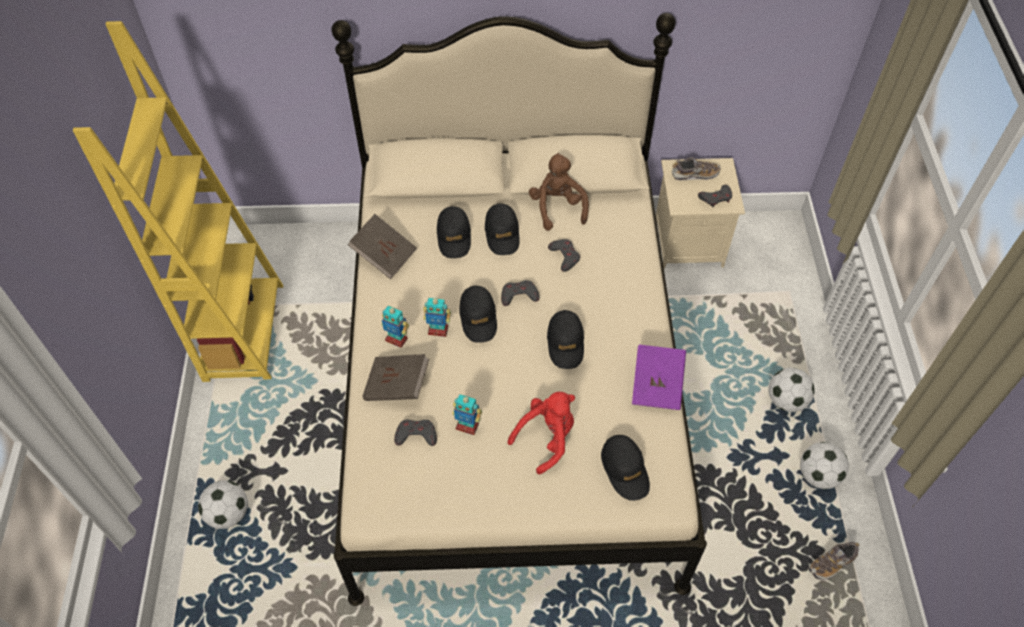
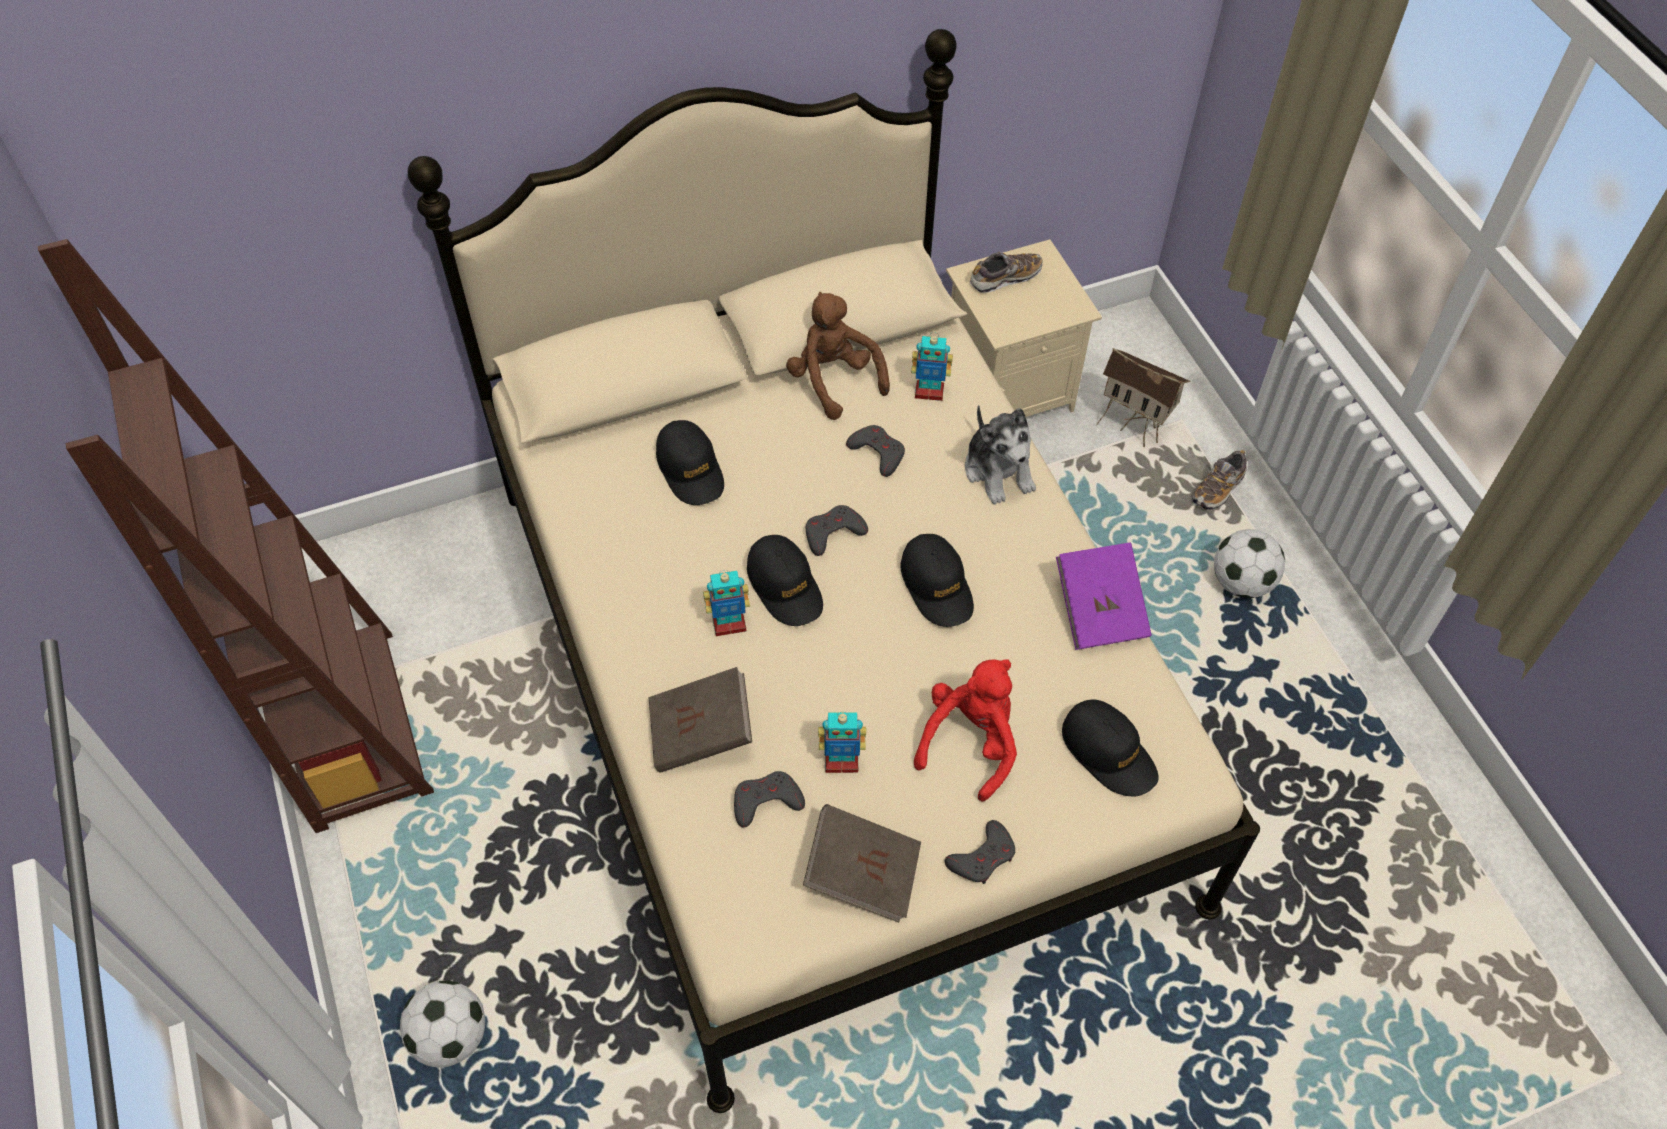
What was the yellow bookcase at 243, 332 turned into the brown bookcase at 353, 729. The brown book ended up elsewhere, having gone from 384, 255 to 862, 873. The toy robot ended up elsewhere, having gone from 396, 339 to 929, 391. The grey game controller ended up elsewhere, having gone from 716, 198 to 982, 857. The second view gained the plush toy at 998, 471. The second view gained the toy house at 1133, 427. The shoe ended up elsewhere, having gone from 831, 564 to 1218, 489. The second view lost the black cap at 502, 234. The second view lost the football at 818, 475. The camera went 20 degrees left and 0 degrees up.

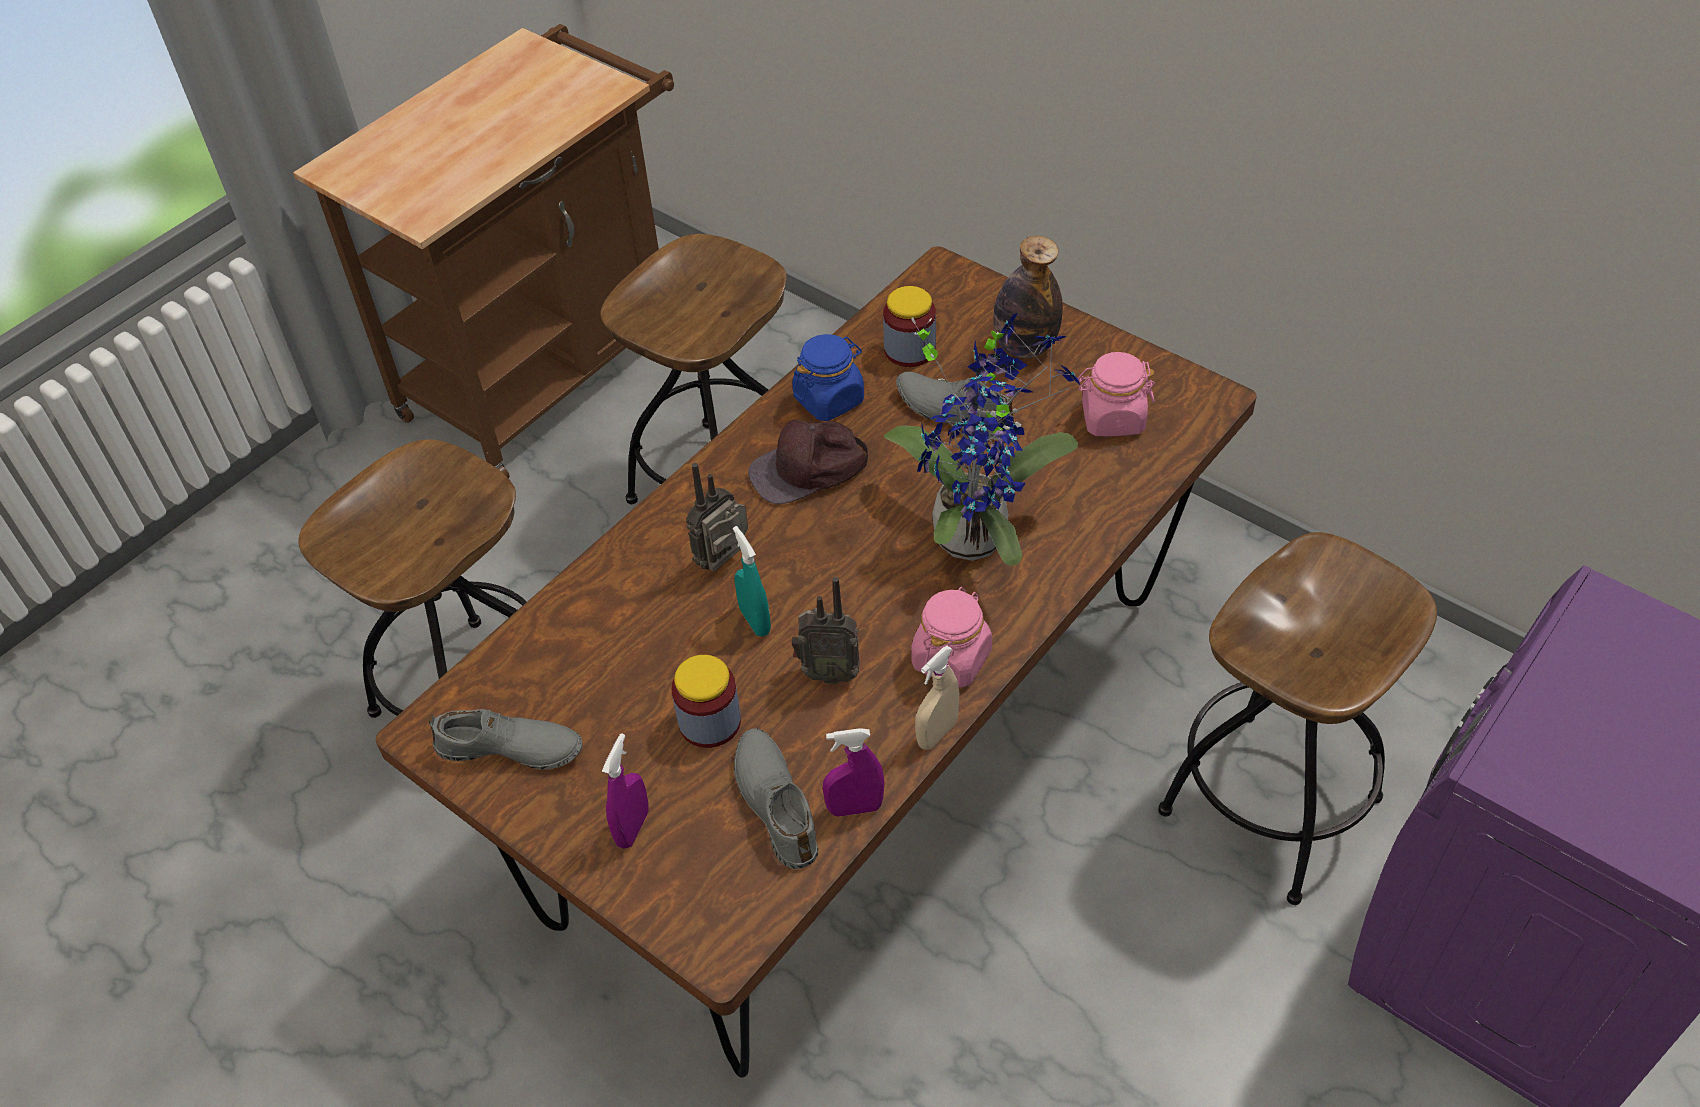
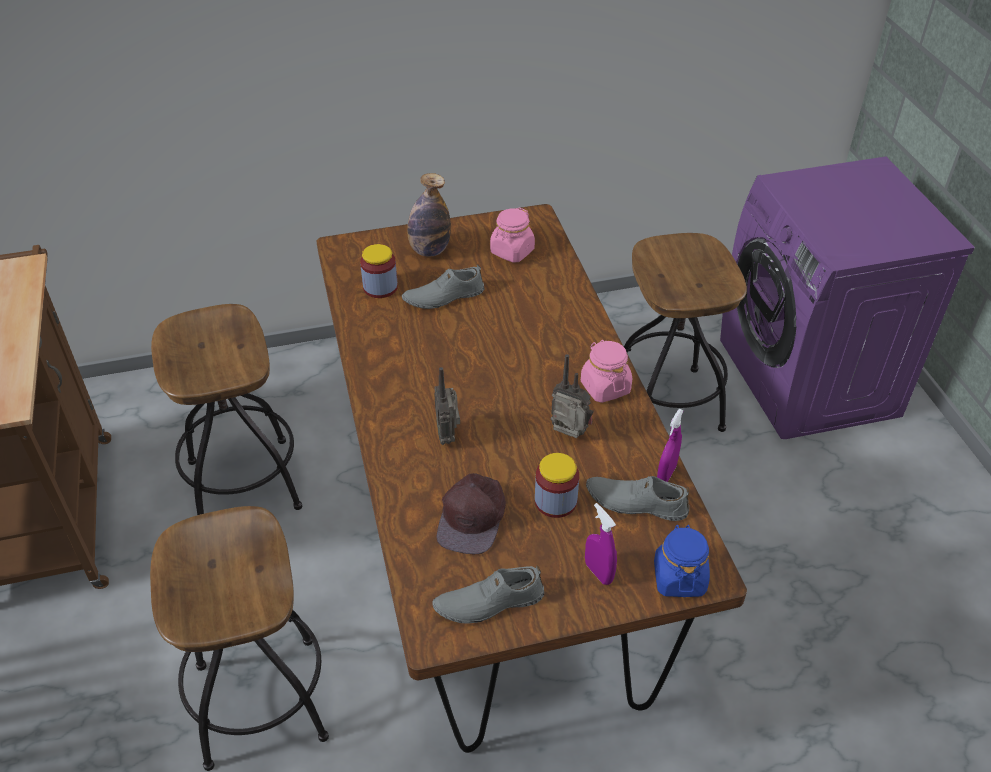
The grey shoe at 510, 750 ended up facing another way, 150 degrees counterclockwise from before. The brown cap ended up elsewhere, having gone from 809, 470 to 473, 517. The radio at 828, 672 ended up facing another way, 105 degrees counterclockwise from before. The blue jar ended up elsewhere, having gone from 829, 399 to 679, 578. The second view lost the turquoise spray bottle at 755, 621. The second view lost the potted plant at 976, 531. The second view lost the beige spray bottle at 937, 734. The camera went 55 degrees left and 5 degrees down.

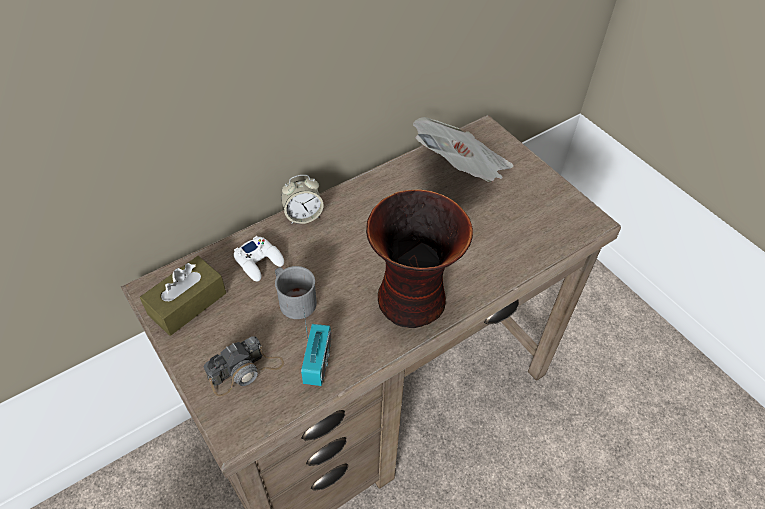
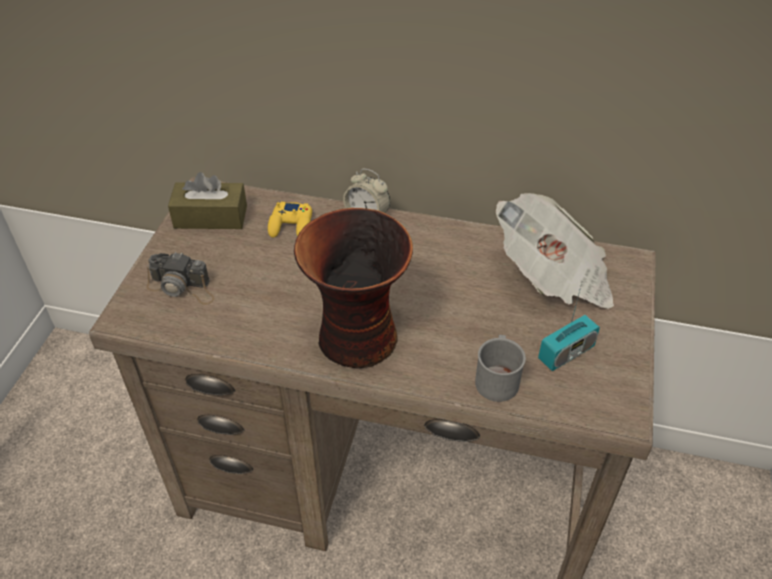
What was the white game controller at 259, 262 turned into the yellow game controller at 291, 225. The grey mug ended up elsewhere, having gone from 294, 300 to 497, 378. The radio ended up elsewhere, having gone from 317, 362 to 566, 353. The camera went 50 degrees right and 5 degrees down.

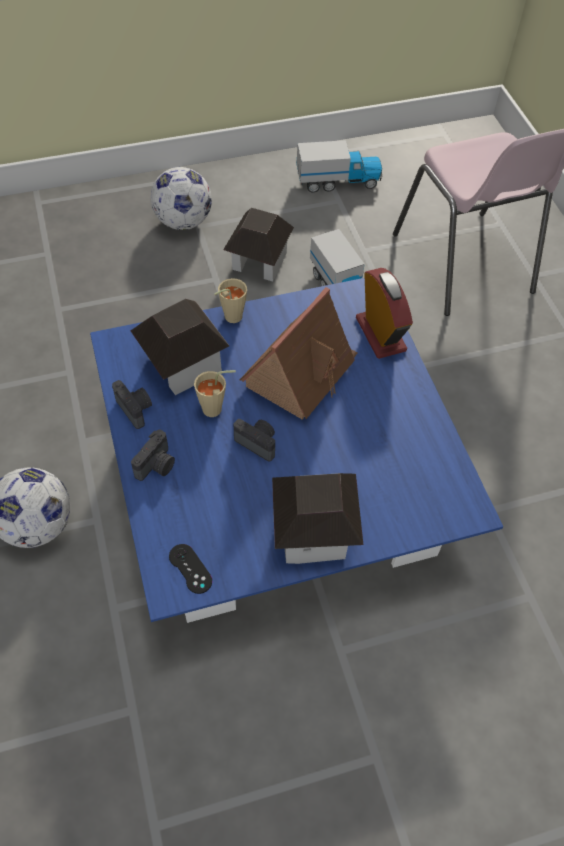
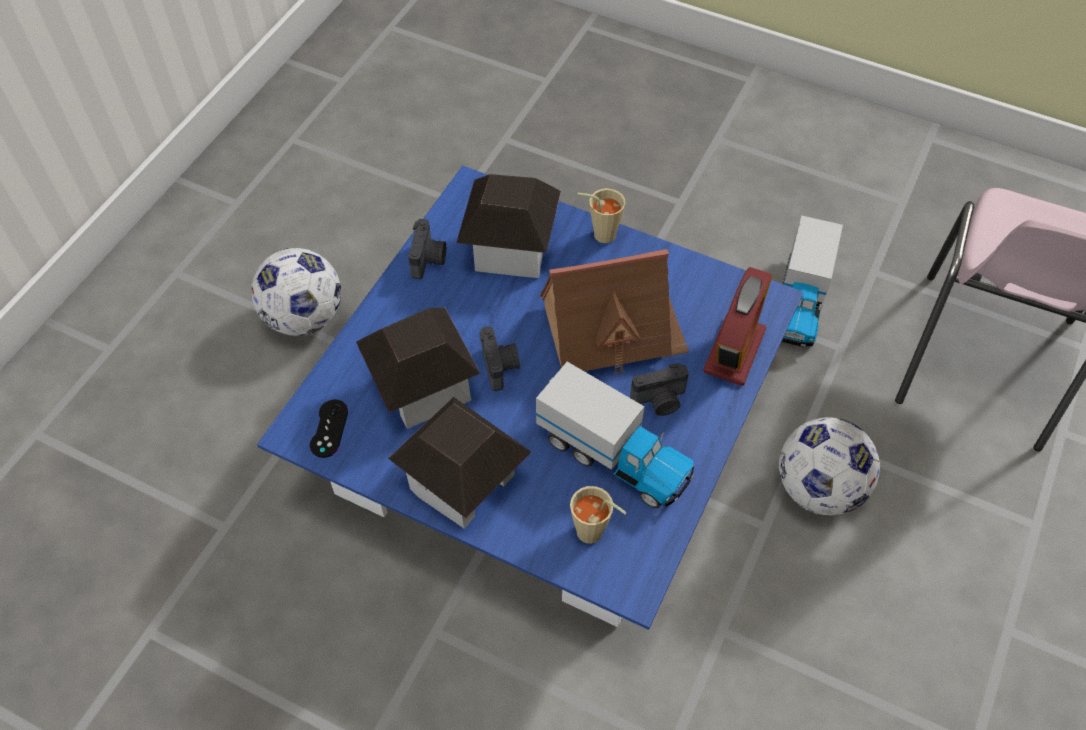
The toy house ended up elsewhere, having gone from 259, 262 to 422, 387. The toy truck ended up elsewhere, having gone from 338, 181 to 614, 456. The beige cup ended up elsewhere, having gone from 216, 409 to 594, 535. The photo camera ended up elsewhere, having gone from 157, 466 to 660, 401. The football ended up elsewhere, having gone from 183, 222 to 819, 489. The camera went 45 degrees right and 0 degrees up.

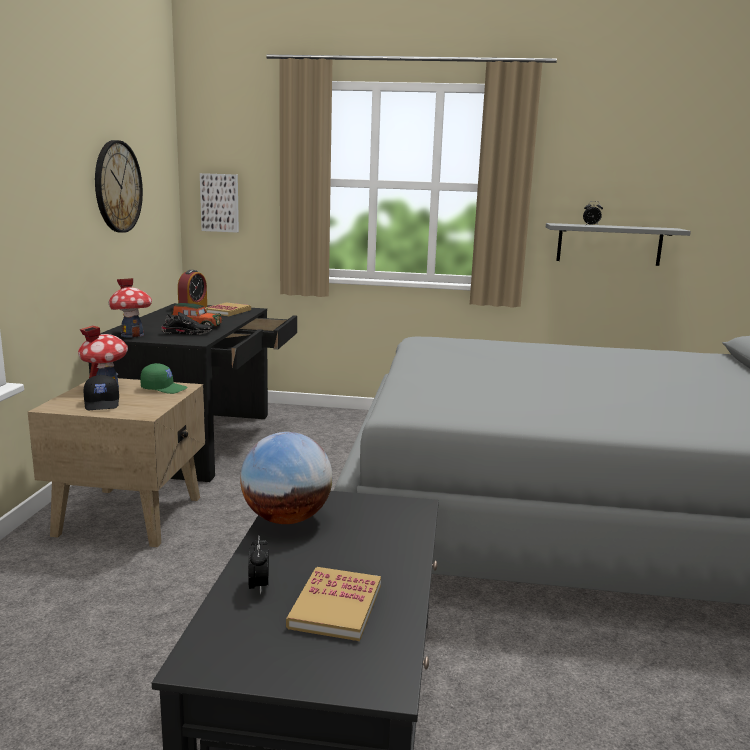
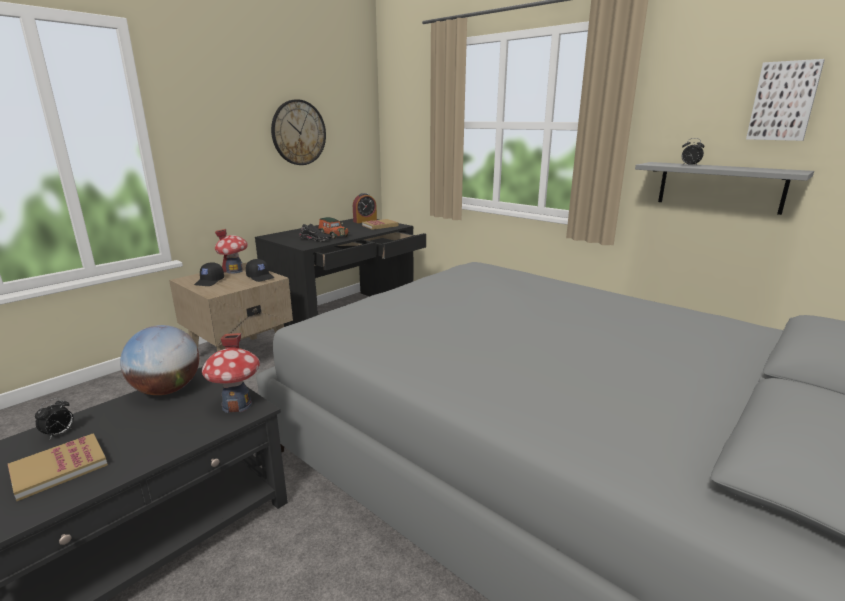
The toy house ended up elsewhere, having gone from 132, 335 to 237, 405. What was the green cap at 164, 388 turned into the black cap at 261, 277. The picture ended up elsewhere, having gone from 220, 202 to 783, 101. The camera went 35 degrees right and 5 degrees up.

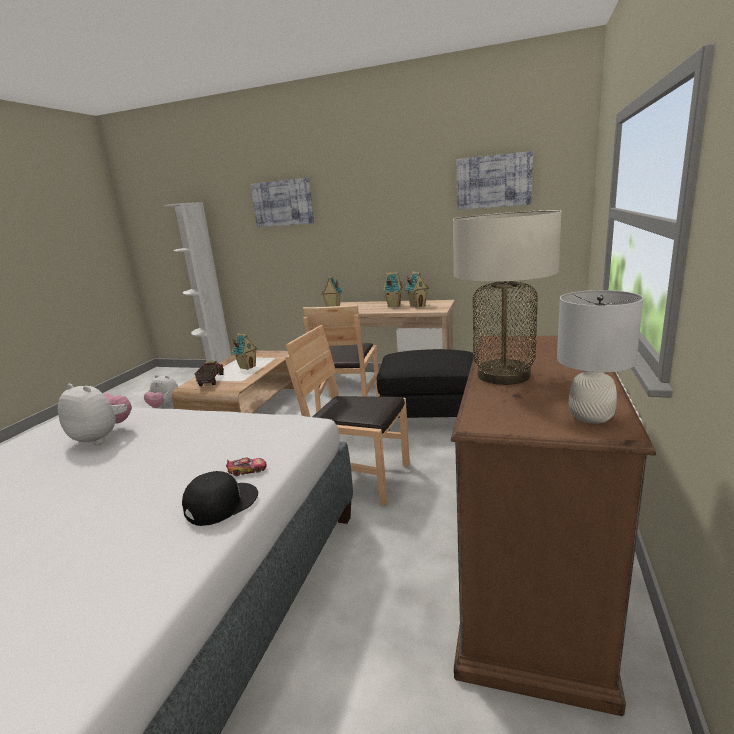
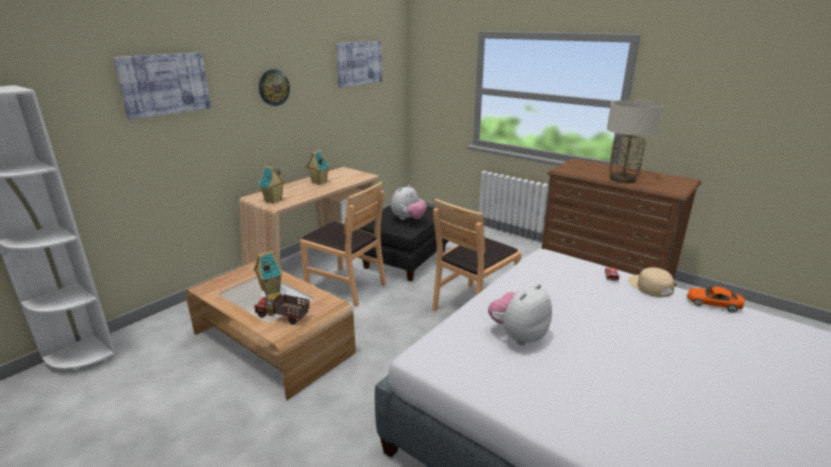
The second view gained the wall clock at 273, 87. The plush toy ended up elsewhere, having gone from 165, 406 to 408, 219. What was the black cap at 220, 503 turned into the beige cap at 649, 286. The second view gained the orange toy car at 713, 303. The second view lost the toy house at 417, 305. The second view lost the grey table lamp at 590, 417. The camera went 70 degrees left and 5 degrees up.

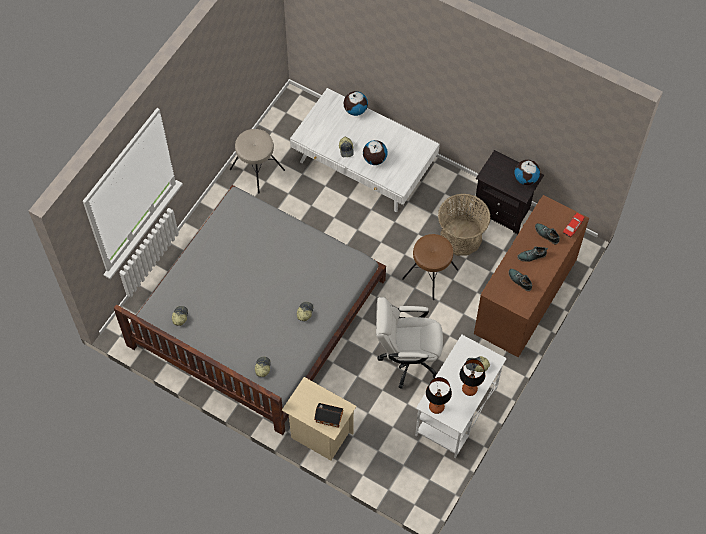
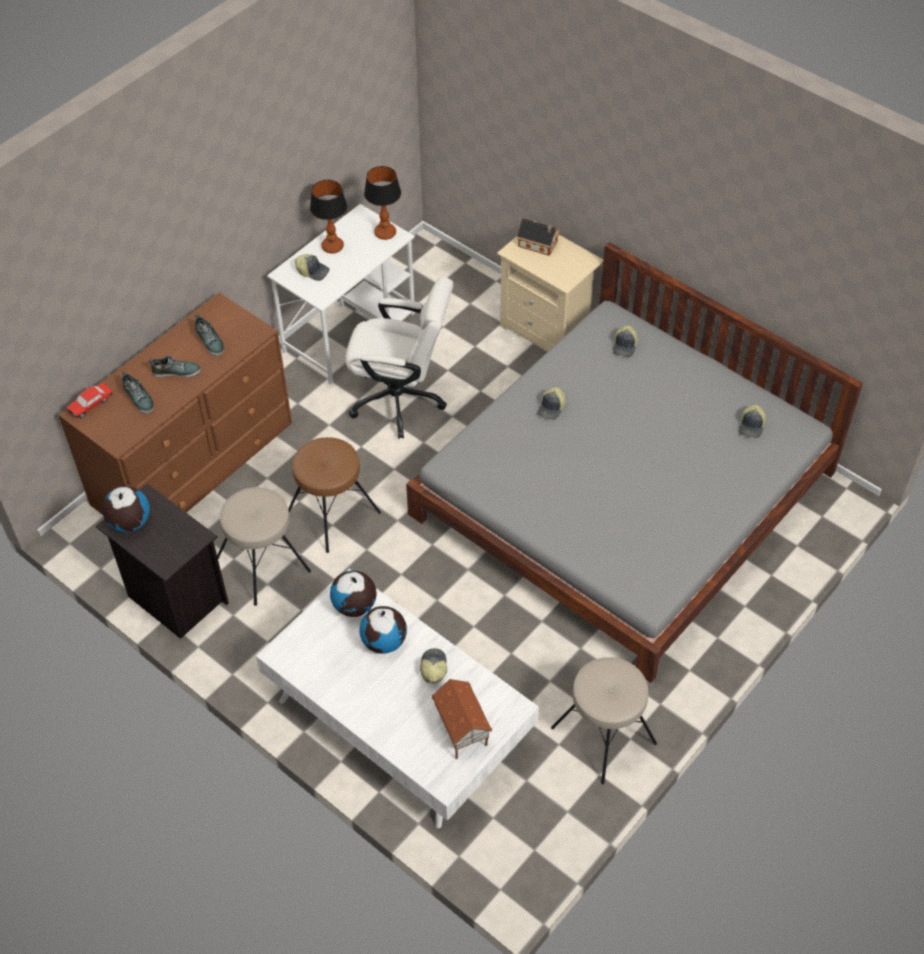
Where the basket stood at 461, 237, the beige stool came to stand at 264, 563. The globe ended up elsewhere, having gone from 355, 110 to 355, 606. The second view gained the toy house at 460, 730. The camera went 170 degrees left and 10 degrees down.

